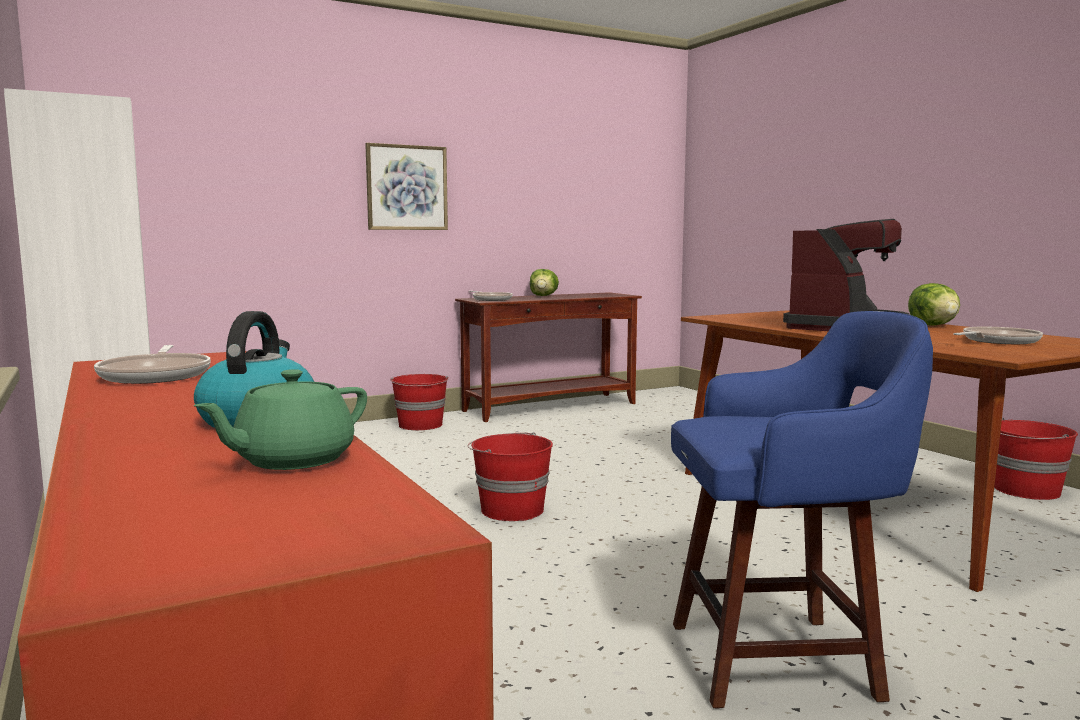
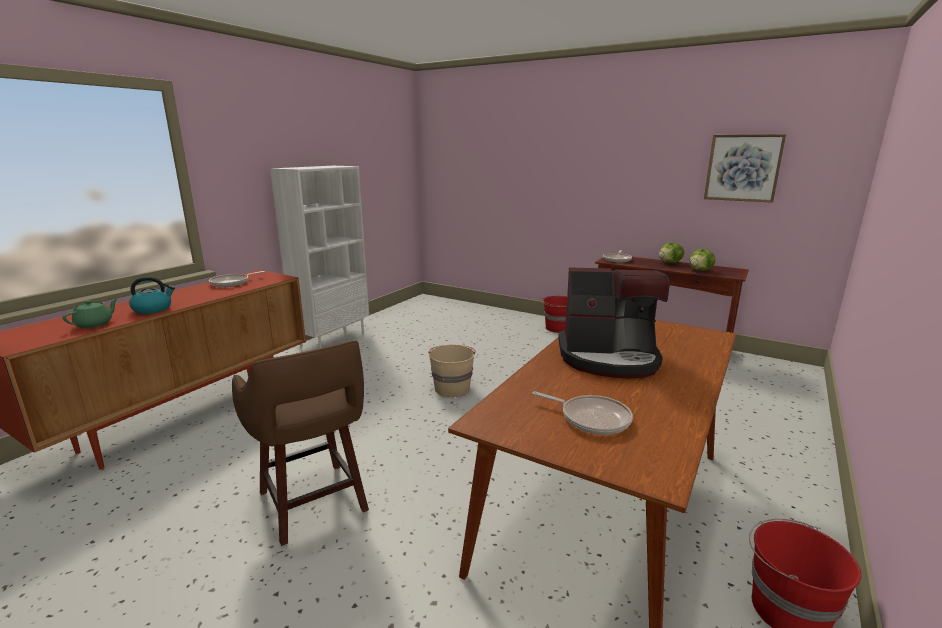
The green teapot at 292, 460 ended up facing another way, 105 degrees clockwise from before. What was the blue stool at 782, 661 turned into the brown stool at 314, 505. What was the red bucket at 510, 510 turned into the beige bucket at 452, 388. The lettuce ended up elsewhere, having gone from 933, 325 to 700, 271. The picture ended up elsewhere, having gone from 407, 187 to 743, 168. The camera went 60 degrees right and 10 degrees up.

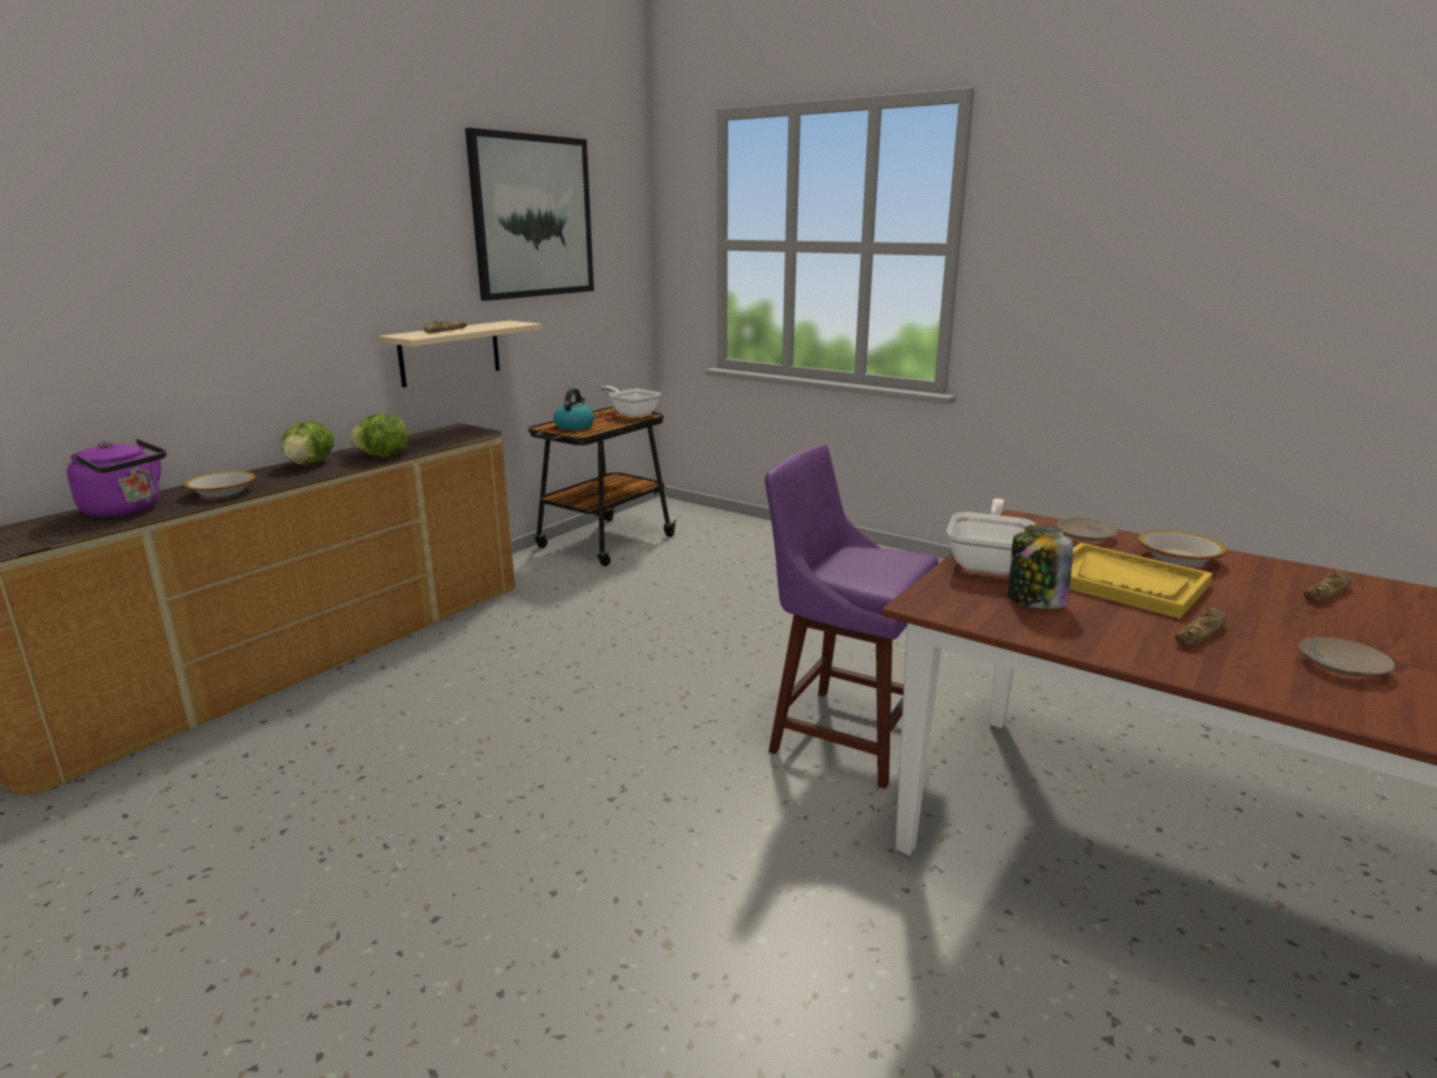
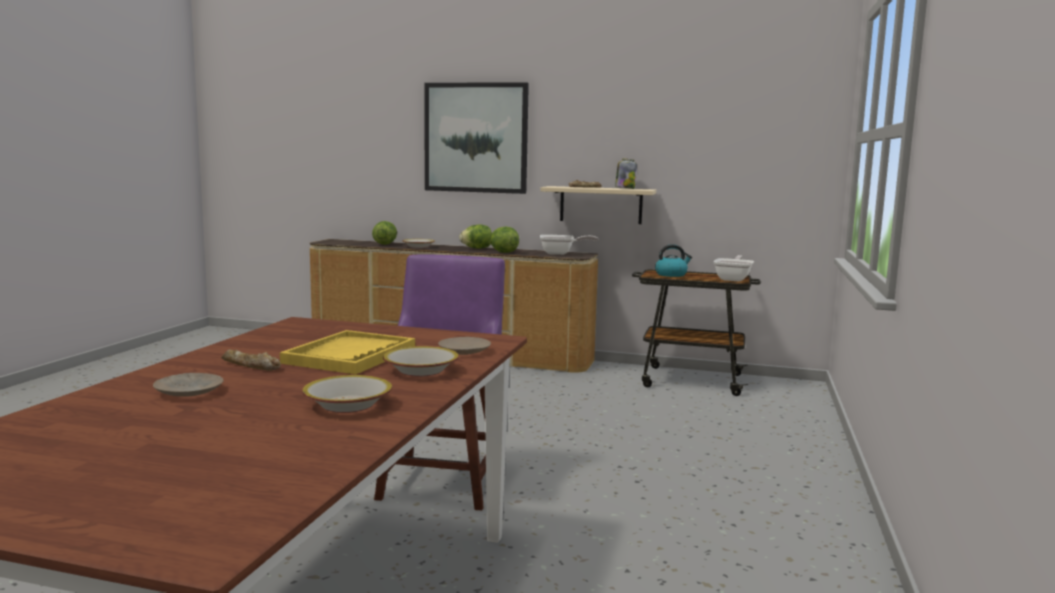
Where the bread stood at 1327, 593, the bowl came to stand at 348, 405. Where the purple kettle stood at 126, 510, the lettuce came to stand at 385, 244. The picture ended up elsewhere, having gone from 533, 217 to 476, 138. The frying pan ended up elsewhere, having gone from 989, 562 to 560, 253. The jar ended up elsewhere, having gone from 1035, 601 to 625, 188. The camera went 70 degrees right and 10 degrees down.

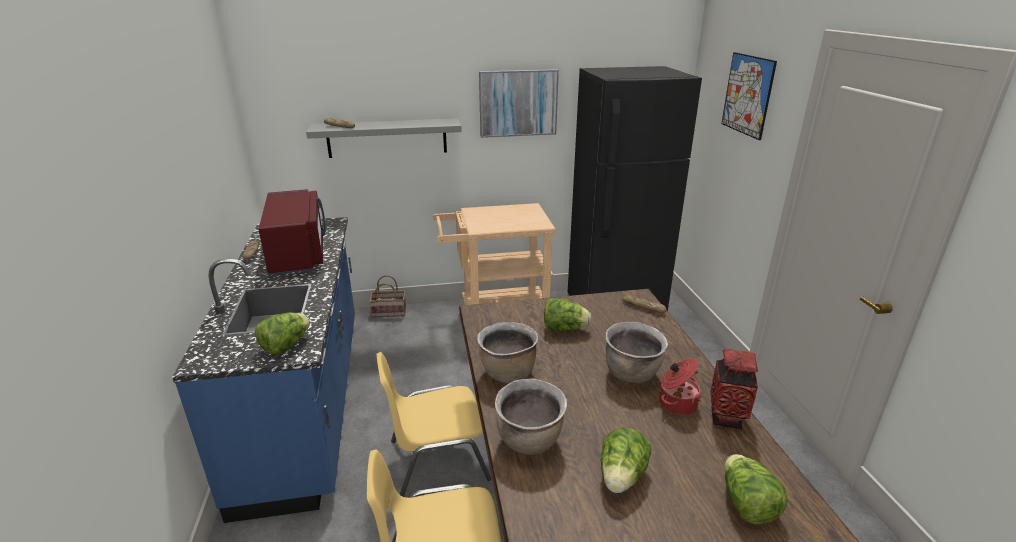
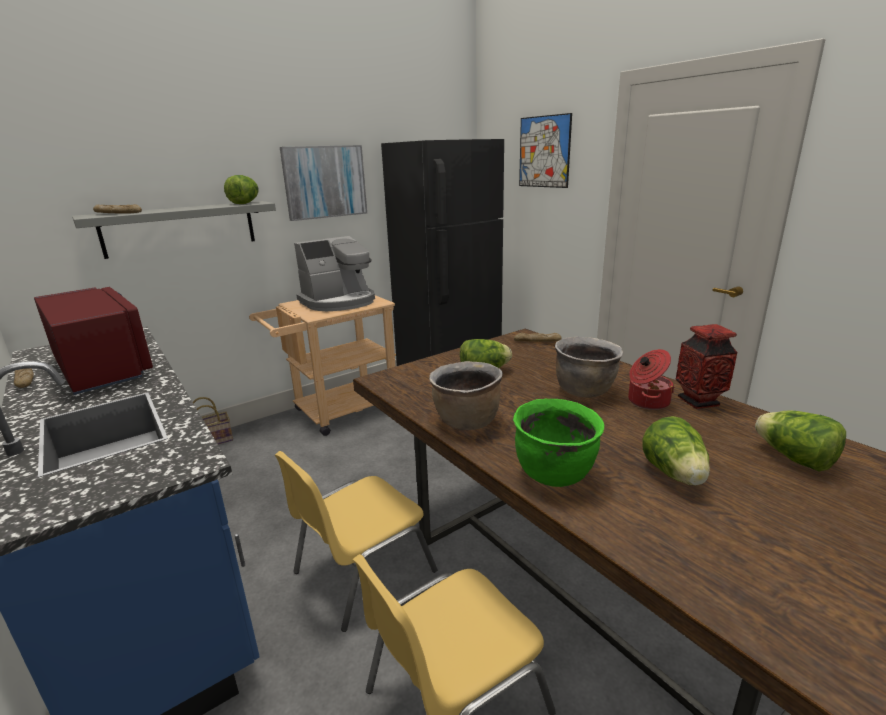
The lettuce ended up elsewhere, having gone from 286, 346 to 245, 203. The second view gained the coffee machine at 339, 302. What was the brown cooking pot at 530, 441 turned into the green cooking pot at 555, 474. The camera went 25 degrees left and 5 degrees down.

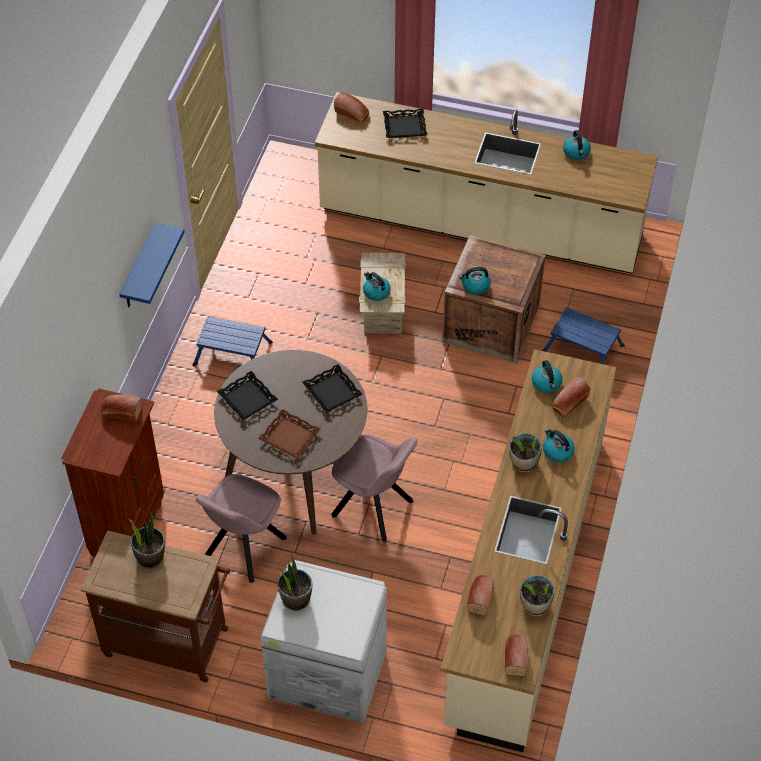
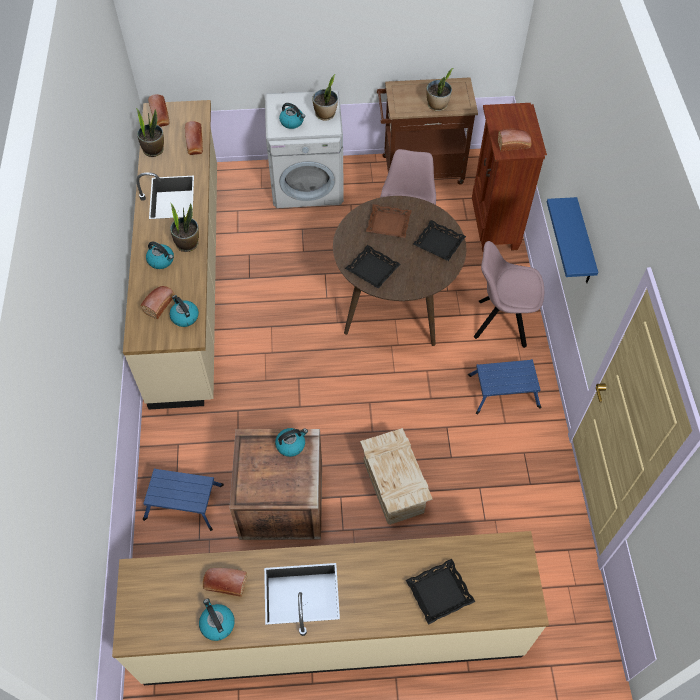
The bread ended up elsewhere, having gone from 352, 113 to 224, 584. The kettle ended up elsewhere, having gone from 376, 292 to 292, 122. The pink chair ended up elsewhere, having gone from 373, 508 to 501, 322. The camera went 160 degrees right and 5 degrees up.

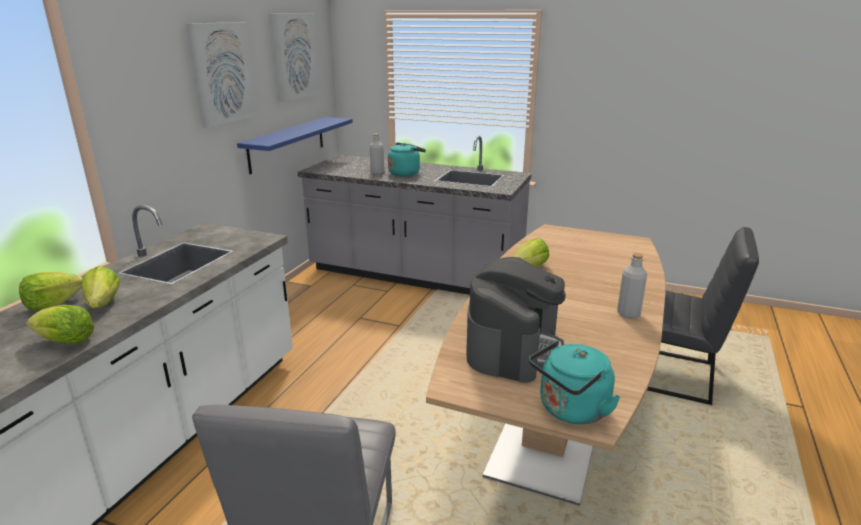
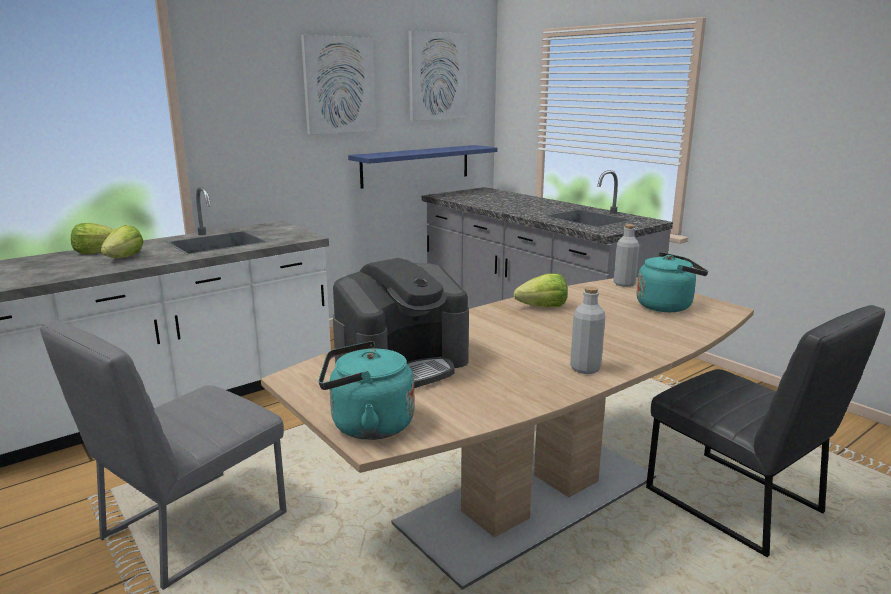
The grey bottle ended up elsewhere, having gone from 377, 172 to 624, 284. The turquoise kettle ended up elsewhere, having gone from 405, 173 to 667, 306. The second view lost the lettuce at 65, 341. The camera went 30 degrees right and 5 degrees down.

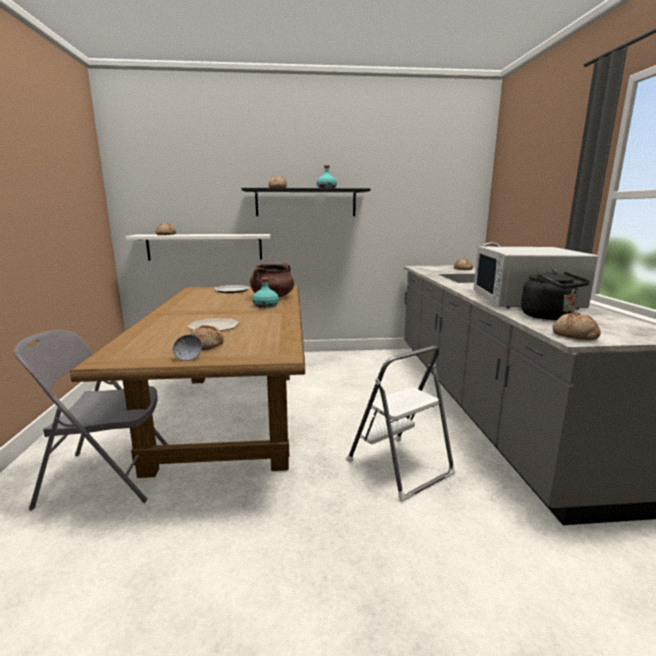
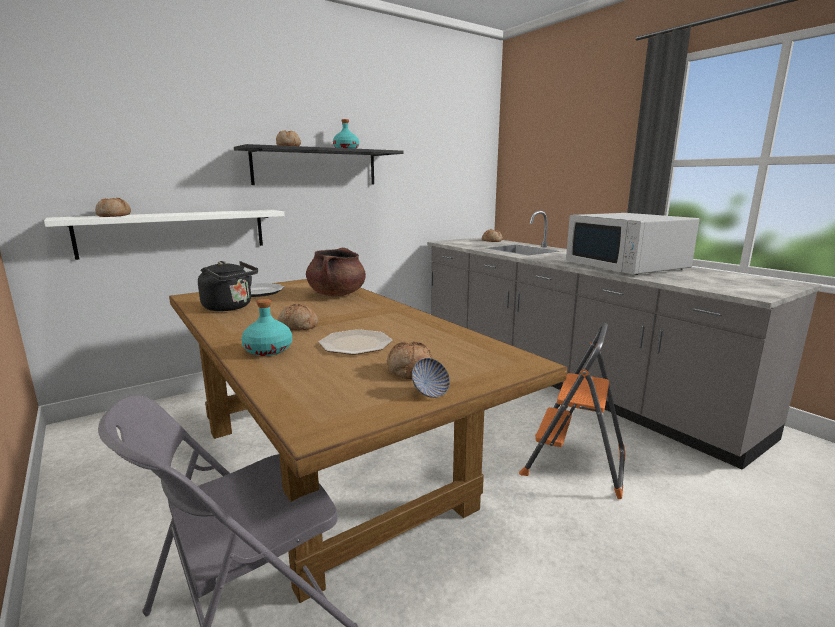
The black kettle ended up elsewhere, having gone from 549, 317 to 230, 307. The turquoise bottle ended up elsewhere, having gone from 266, 306 to 268, 350. The bread ended up elsewhere, having gone from 574, 335 to 297, 326. What was the white step ladder at 401, 468 turned into the orange step ladder at 579, 465. The camera went 30 degrees left and 0 degrees up.

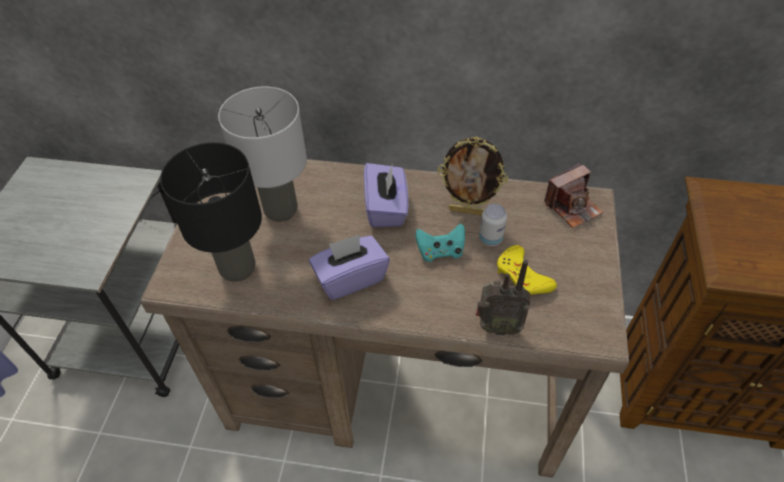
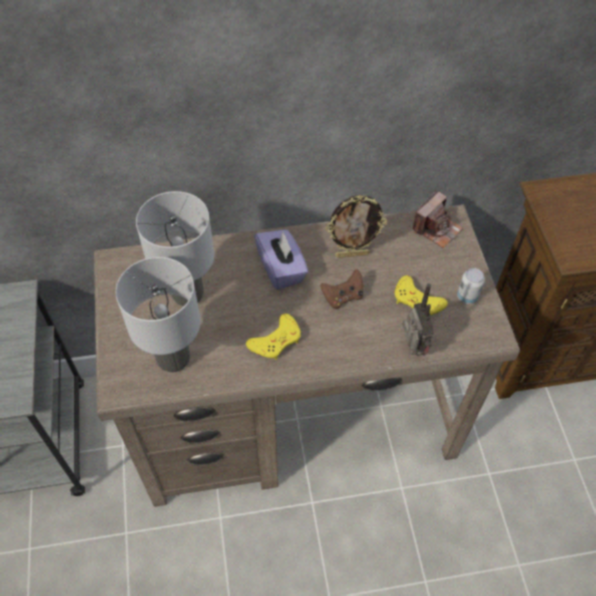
What was the black table lamp at 238, 267 turned into the white table lamp at 173, 357. Where the purple tissue box stood at 350, 278, the yellow game controller came to stand at 276, 341. What was the turquoise game controller at 440, 251 turned into the brown game controller at 343, 297. The radio at 497, 326 ended up facing another way, 90 degrees counterclockwise from before. The can ended up elsewhere, having gone from 490, 238 to 467, 296. The camera went 20 degrees left and 5 degrees up.

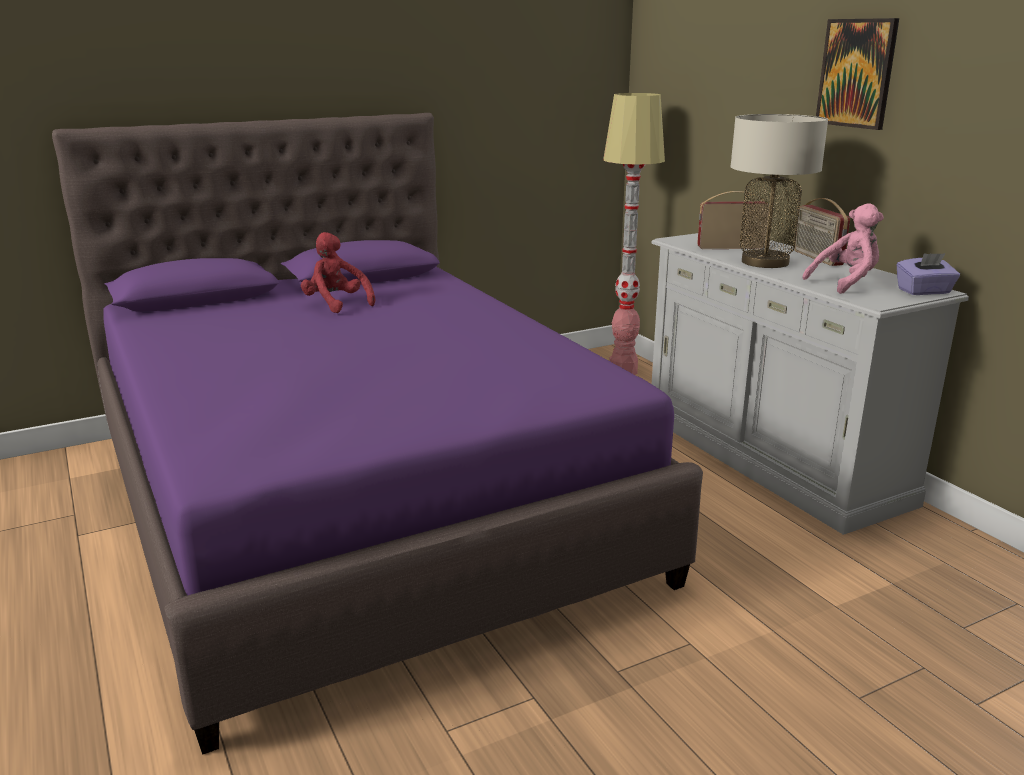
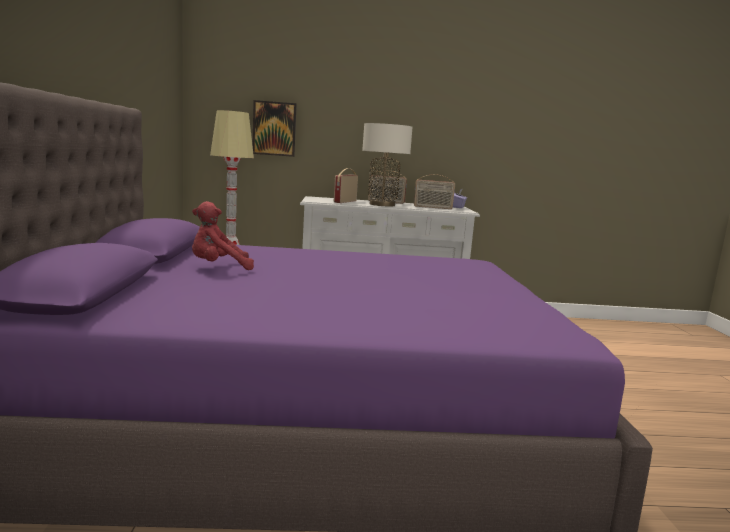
The picture ended up elsewhere, having gone from 857, 73 to 274, 128. Where the pink plush toy stood at 845, 283, the radio came to stand at 433, 207. The camera went 65 degrees left and 10 degrees down.

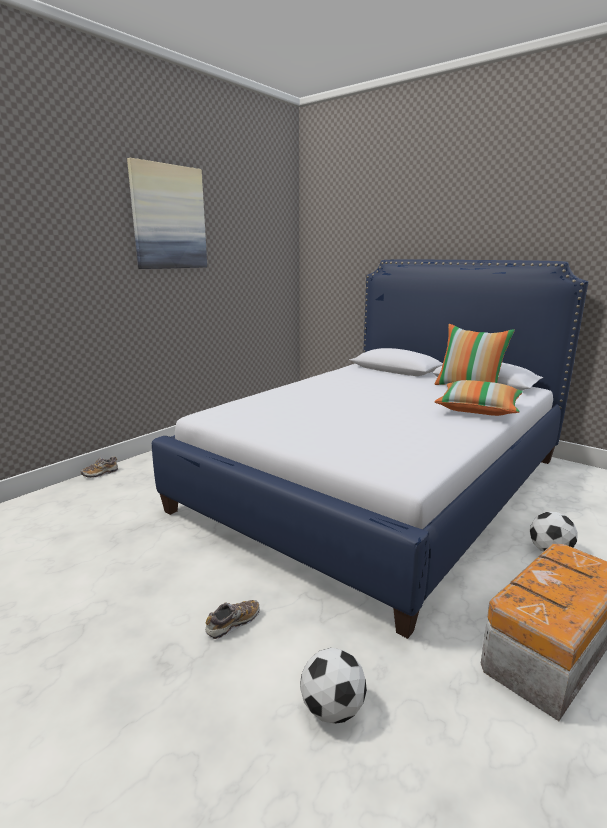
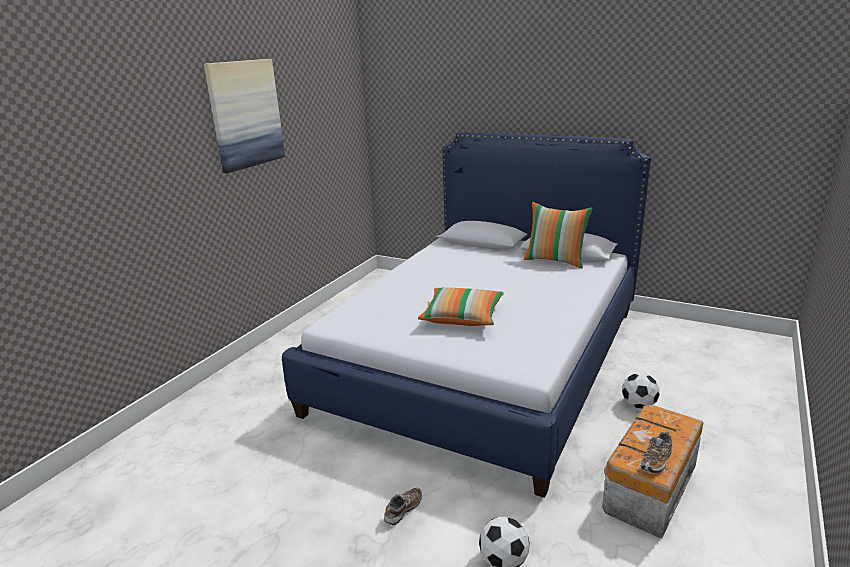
The pillow ended up elsewhere, having gone from 478, 410 to 462, 317. The shoe ended up elsewhere, having gone from 100, 473 to 656, 461. The camera went 10 degrees left and 5 degrees up.

